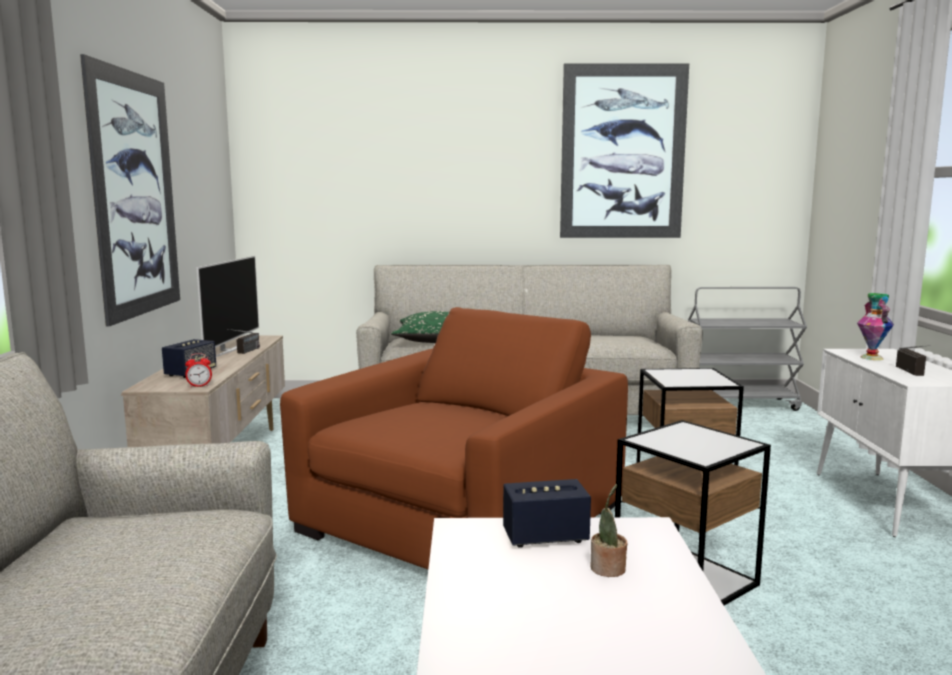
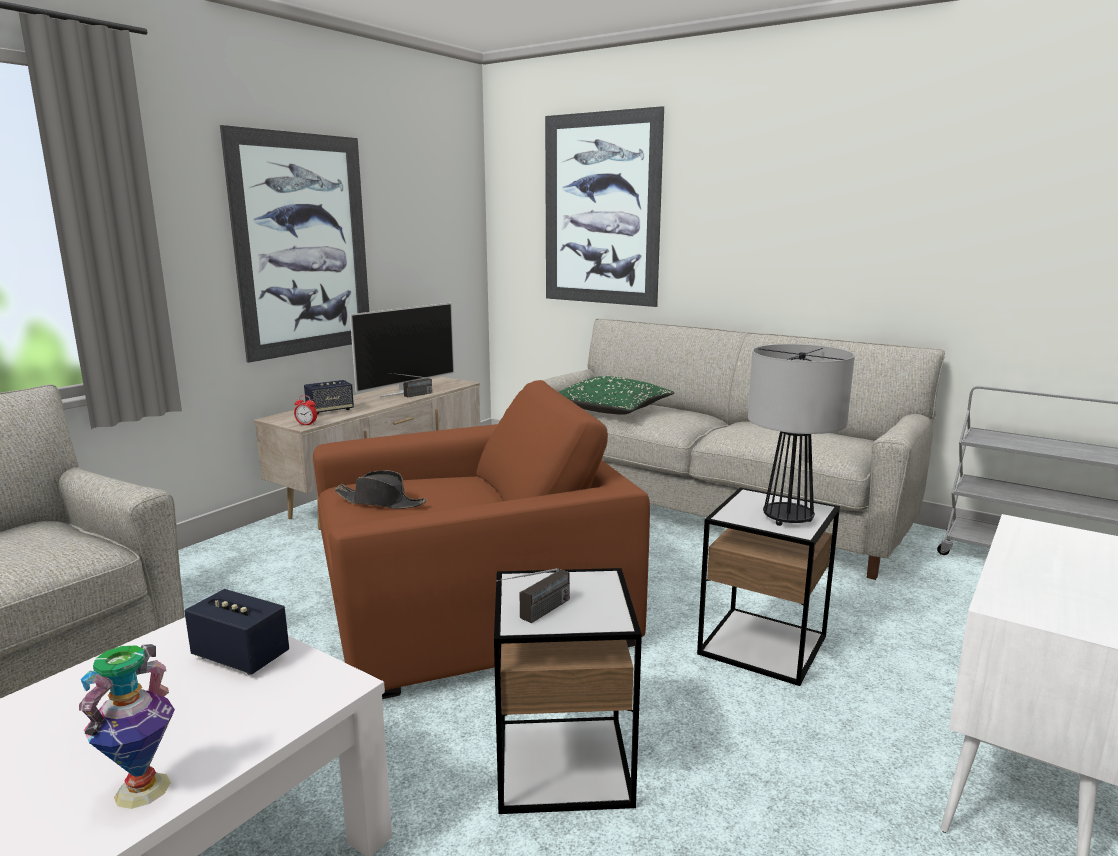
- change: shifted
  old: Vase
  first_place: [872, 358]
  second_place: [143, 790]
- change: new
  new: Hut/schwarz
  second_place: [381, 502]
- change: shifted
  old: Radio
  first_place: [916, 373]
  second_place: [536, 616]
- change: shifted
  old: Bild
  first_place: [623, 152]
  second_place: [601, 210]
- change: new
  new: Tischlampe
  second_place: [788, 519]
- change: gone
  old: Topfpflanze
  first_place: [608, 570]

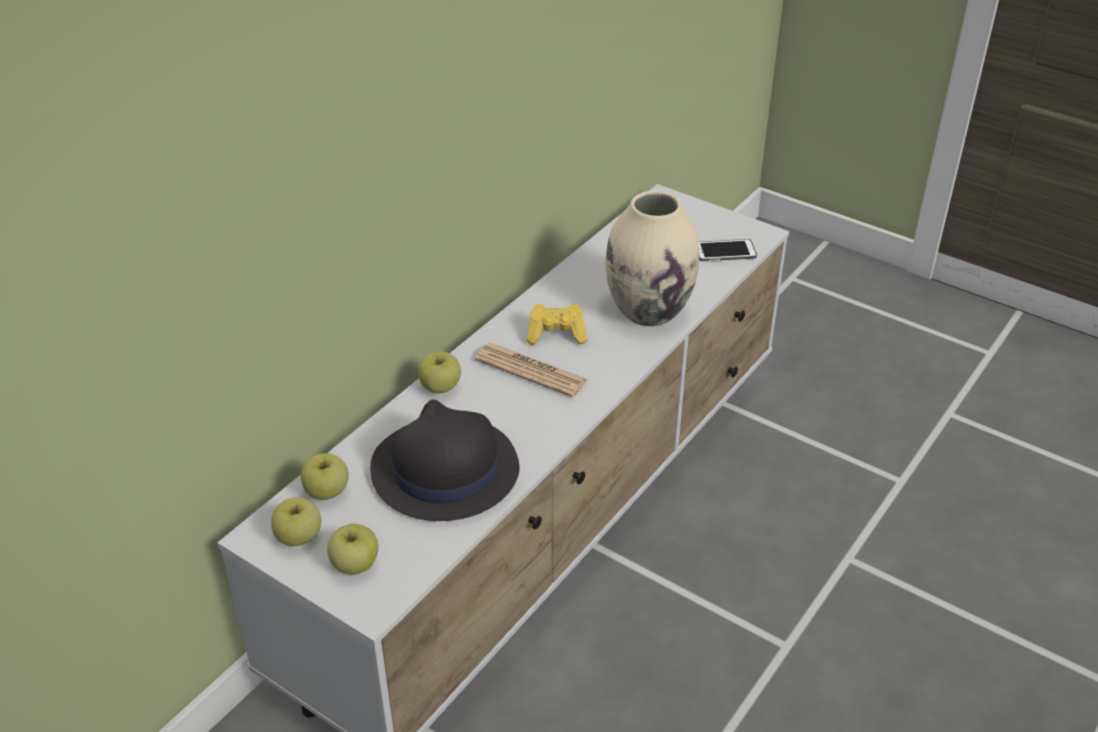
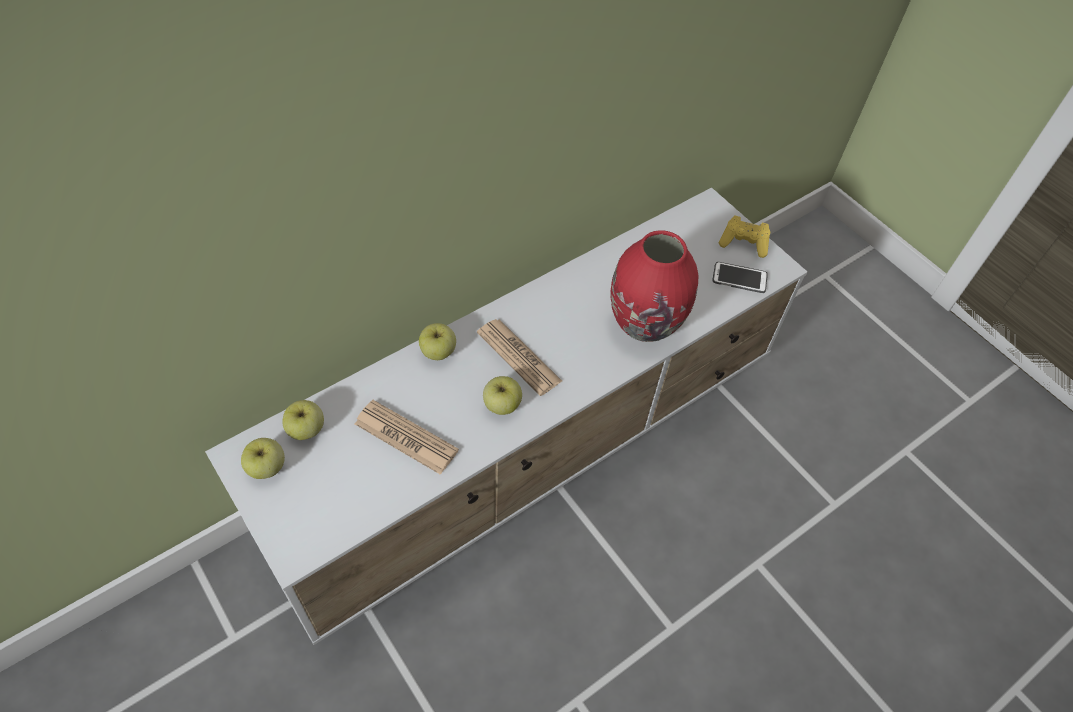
- change: swapped
  old: Hut/schwarz
  new: Zeitung
  first_place: [444, 470]
  second_place: [406, 437]
- change: shifted
  old: Apfel
  first_place: [355, 564]
  second_place: [502, 405]
- change: repainted
  old: Vase/beige
  new: Vase/rot
  first_place: [649, 310]
  second_place: [645, 323]
- change: shifted
  old: Gamepad/gelb
  first_place: [556, 334]
  second_place: [744, 243]

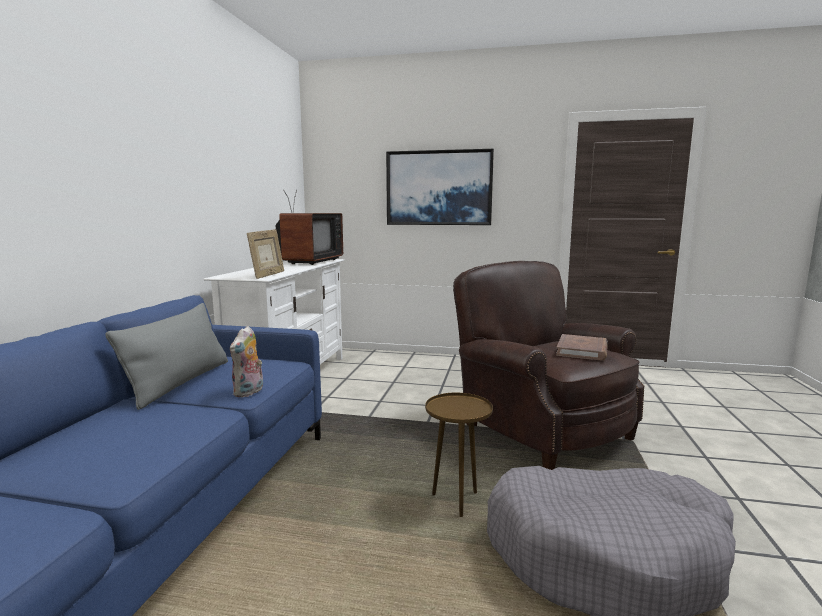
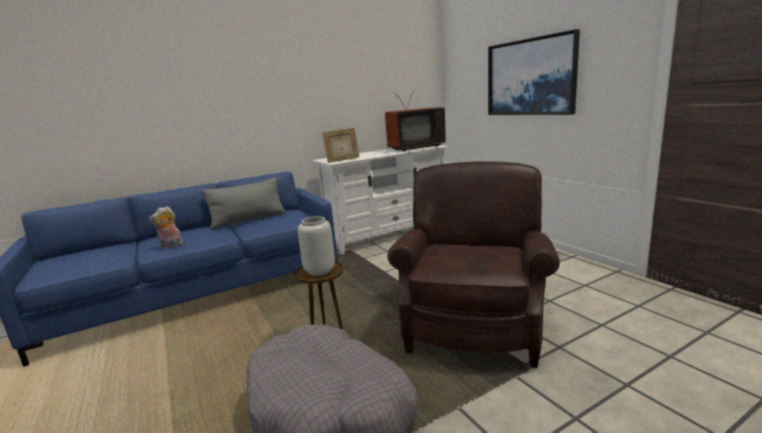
- change: shifted
  old: Plüschtier
  first_place: [249, 392]
  second_place: [171, 246]
- change: new
  new: Vase/grau
  second_place: [320, 271]
- change: gone
  old: Buch/braun
  first_place: [582, 350]

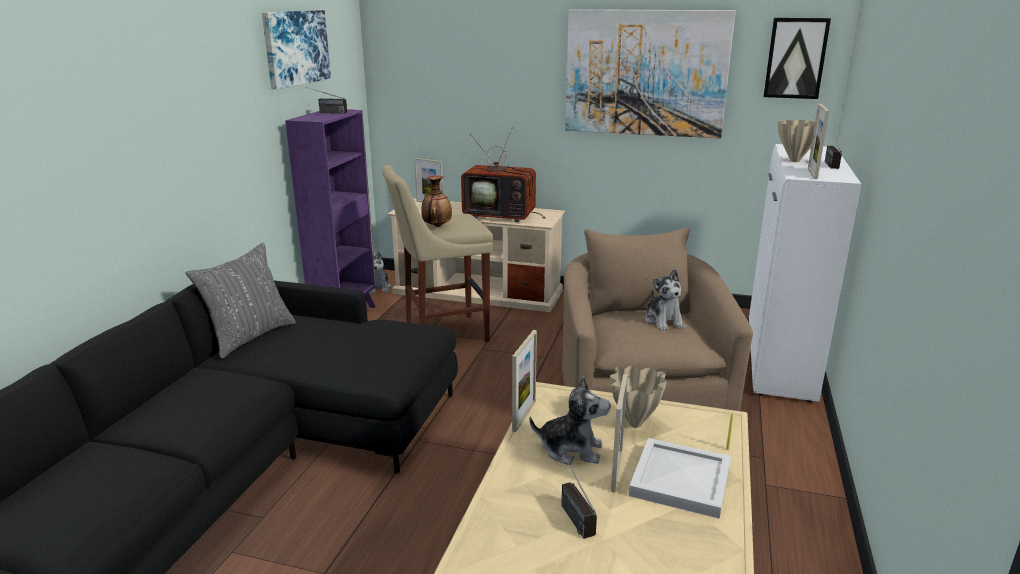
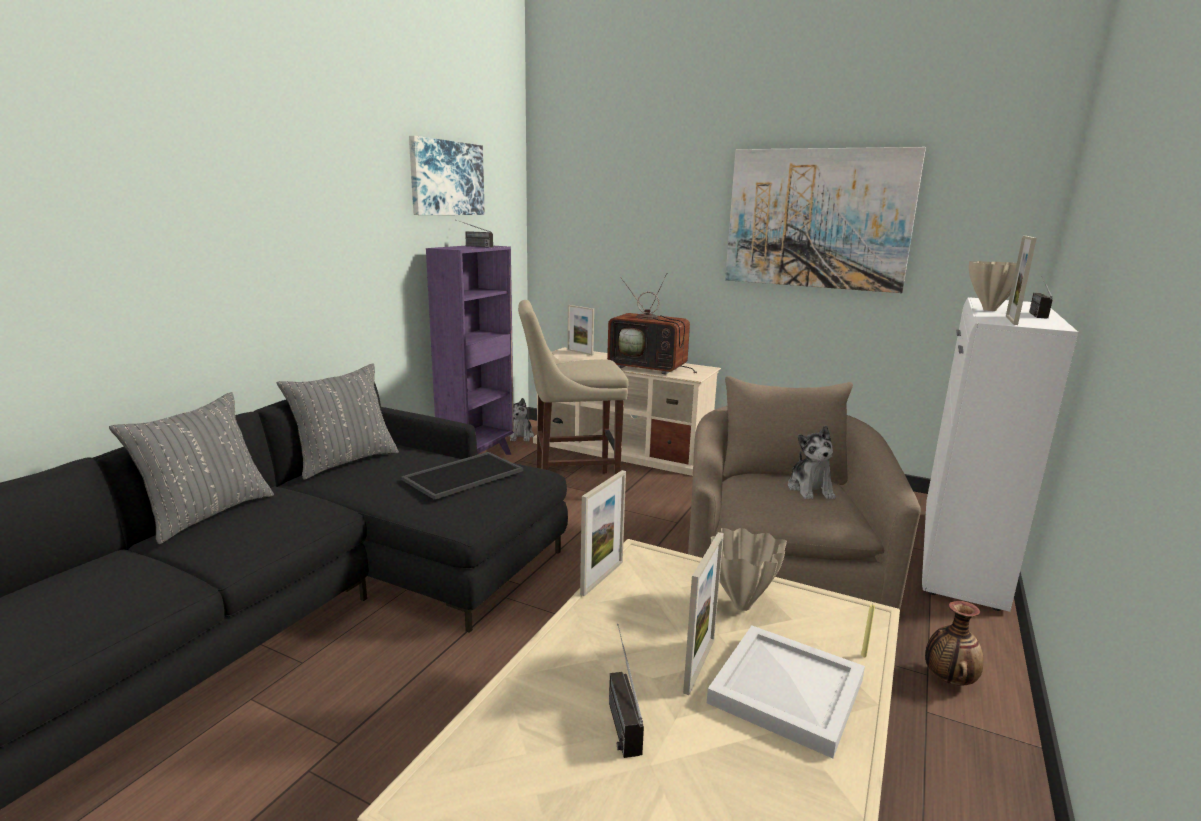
- change: new
  new: Kissen/grau
  second_place: [207, 514]
- change: new
  new: Tablett
  second_place: [463, 474]
- change: shifted
  old: Vase
  first_place: [436, 226]
  second_place: [948, 679]
- change: gone
  old: Plüschtier
  first_place: [571, 449]
- change: gone
  old: Bild
  first_place: [795, 58]

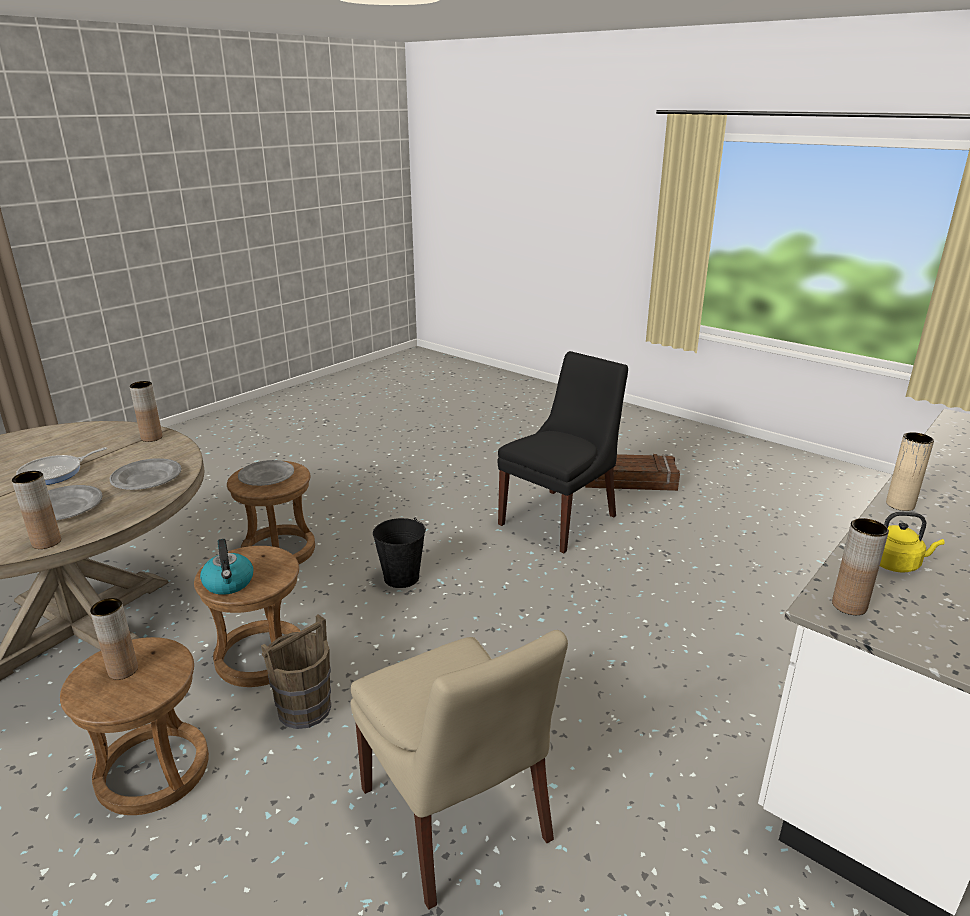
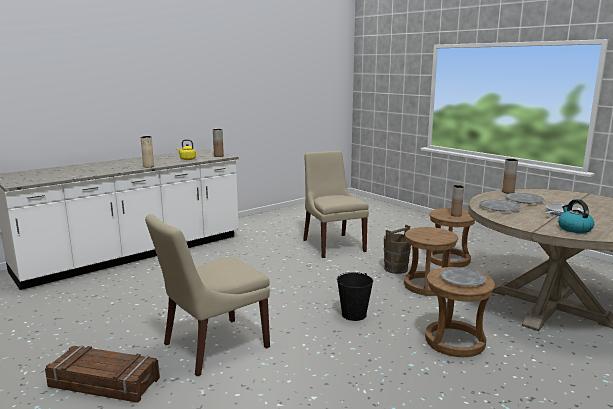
- change: repainted
  old: Stuhl/schwarz
  new: Stuhl/beige
  first_place: [560, 518]
  second_place: [212, 347]
- change: shifted
  old: Wasserkessel
  first_place: [229, 583]
  second_place: [574, 229]
- change: gone
  old: Vase/braun
  first_place: [152, 438]

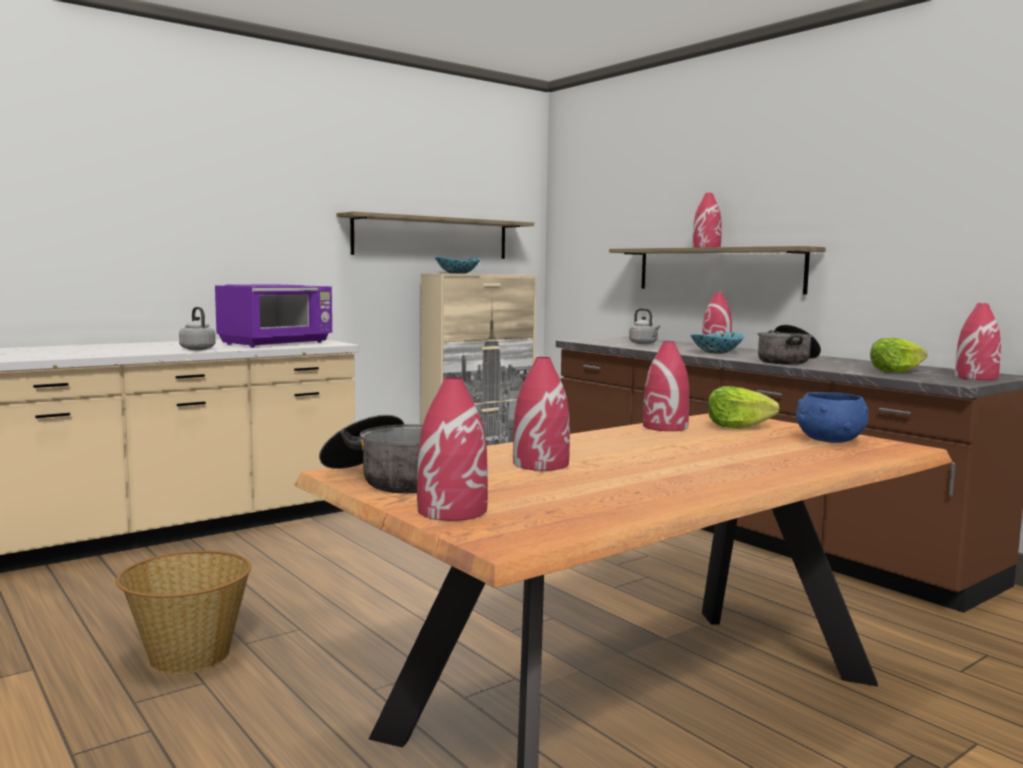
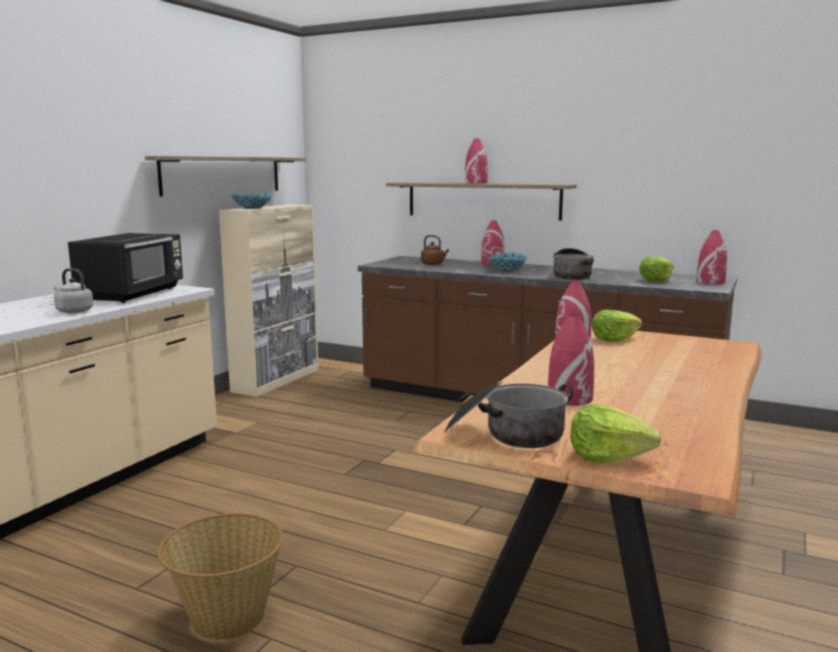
- change: repainted
  old: Mikrowelle/lila
  new: Mikrowelle/schwarz
  first_place: [277, 343]
  second_place: [133, 294]
- change: repainted
  old: Wasserkessel/grau
  new: Wasserkessel/braun
  first_place: [644, 343]
  second_place: [433, 264]
- change: swapped
  old: Vase/rot
  new: Salatkopf
  first_place: [452, 510]
  second_place: [608, 457]
- change: gone
  old: Schüssel/blau
  first_place: [829, 440]

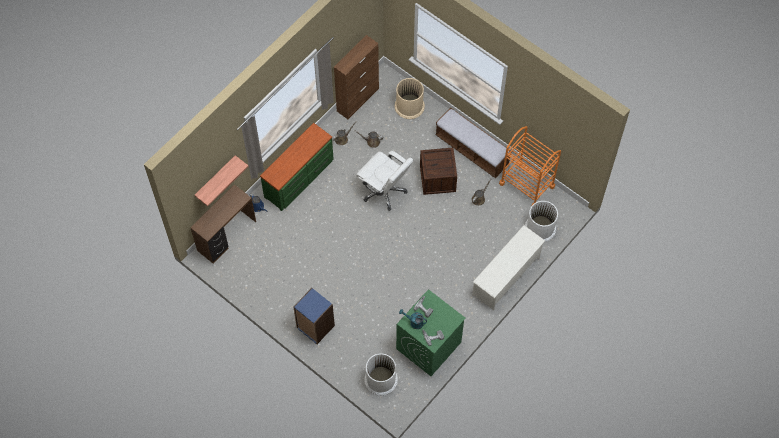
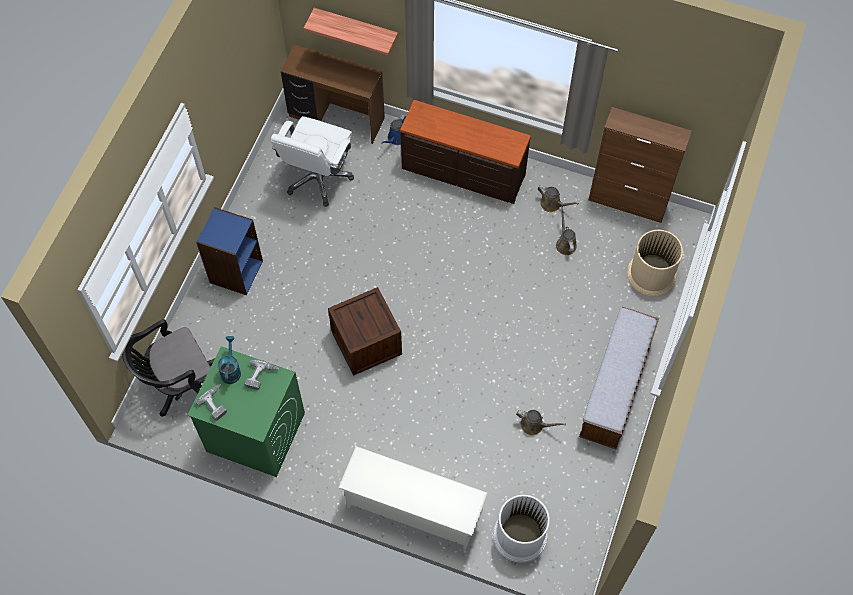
- change: swapped
  old: Mülleimer/weiß
  new: Bürostuhl/schwarz
  first_place: [381, 379]
  second_place: [180, 384]
- change: shifted
  old: Bürostuhl/weiß
  first_place: [384, 191]
  second_place: [318, 178]
- change: shifted
  old: Kiste
  first_place: [437, 178]
  second_place: [366, 342]
- change: repainted
  old: Kommode/grün
  new: Kommode/braun
  first_place: [299, 178]
  second_place: [463, 172]
- change: gone
  old: Rollwagen/orange
  first_place: [527, 185]

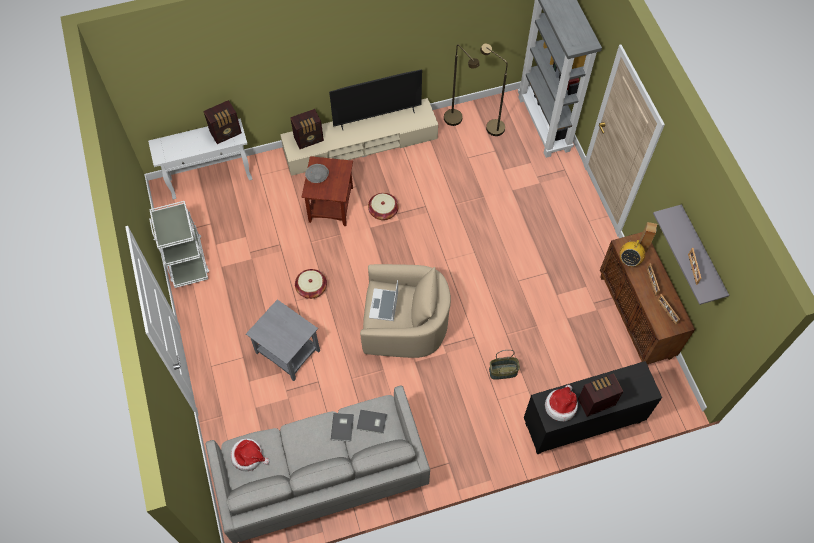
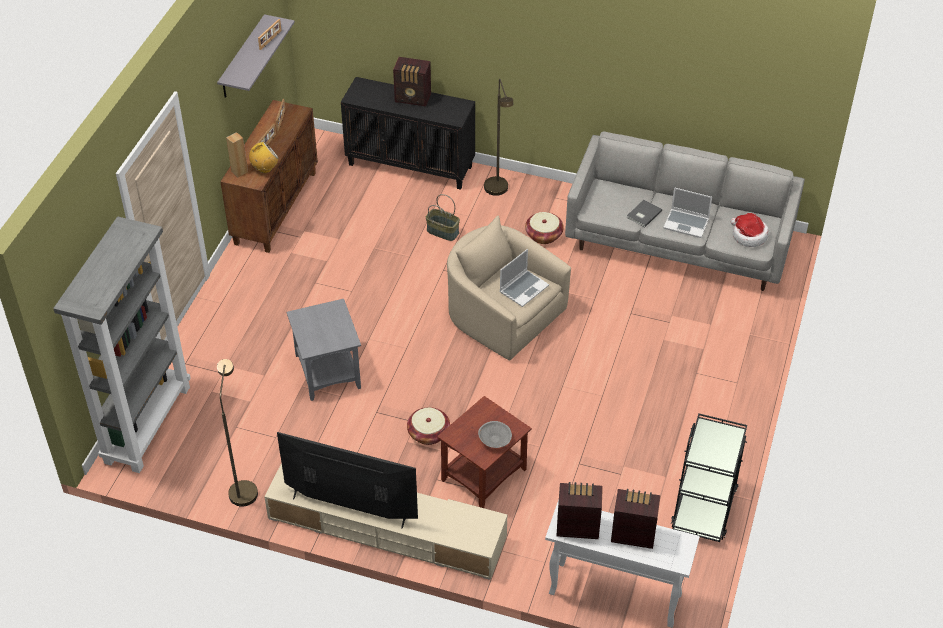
- change: shifted
  old: Beistelltisch/grau
  first_place: [287, 352]
  second_place: [329, 371]
- change: shifted
  old: Stehlampe/braun
  first_place: [490, 125]
  second_place: [498, 192]
- change: shifted
  old: Korb
  first_place: [311, 288]
  second_place: [544, 235]
- change: shifted
  old: Radio
  first_place: [309, 139]
  second_place: [632, 533]
- change: new
  new: Laptop
  second_place: [687, 224]
- change: repainted
  old: Rollwagen/weiß
  new: Rollwagen/schwarz
  first_place: [187, 260]
  second_place: [704, 507]
- change: gone
  old: Buch/grau
  first_place: [372, 423]
- change: gone
  old: Hut
  first_place: [560, 405]

